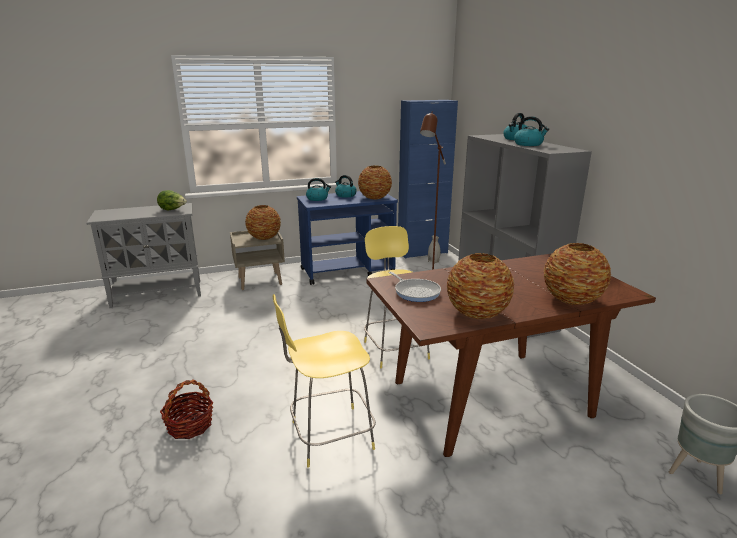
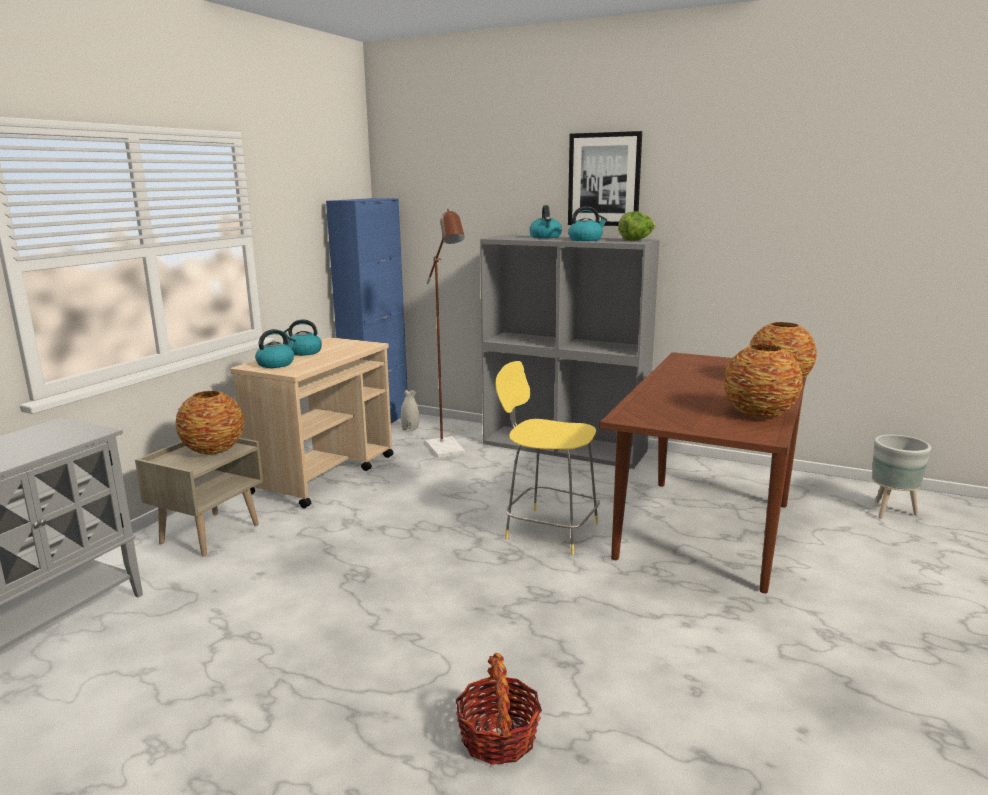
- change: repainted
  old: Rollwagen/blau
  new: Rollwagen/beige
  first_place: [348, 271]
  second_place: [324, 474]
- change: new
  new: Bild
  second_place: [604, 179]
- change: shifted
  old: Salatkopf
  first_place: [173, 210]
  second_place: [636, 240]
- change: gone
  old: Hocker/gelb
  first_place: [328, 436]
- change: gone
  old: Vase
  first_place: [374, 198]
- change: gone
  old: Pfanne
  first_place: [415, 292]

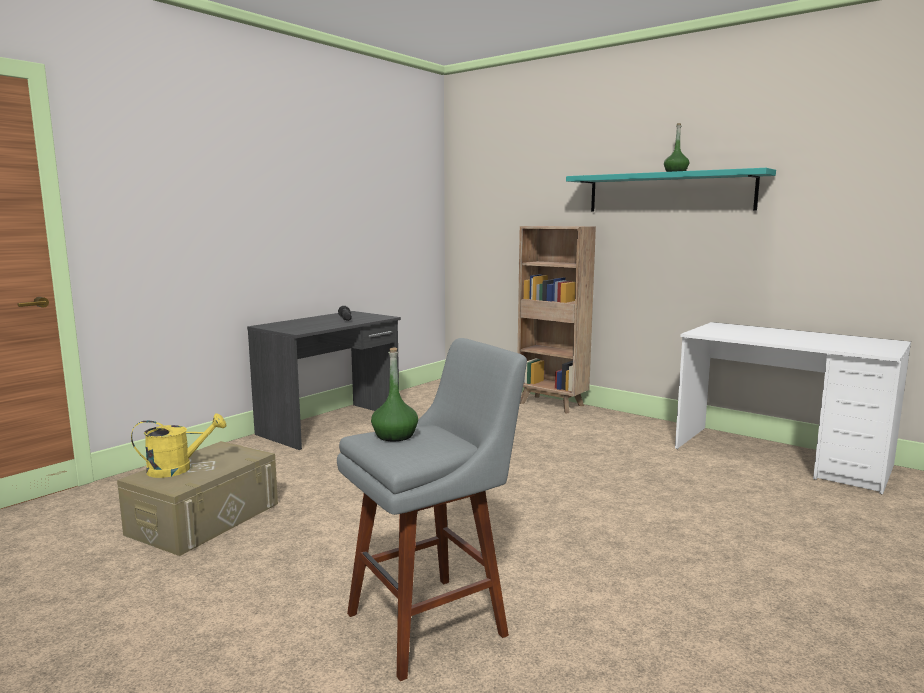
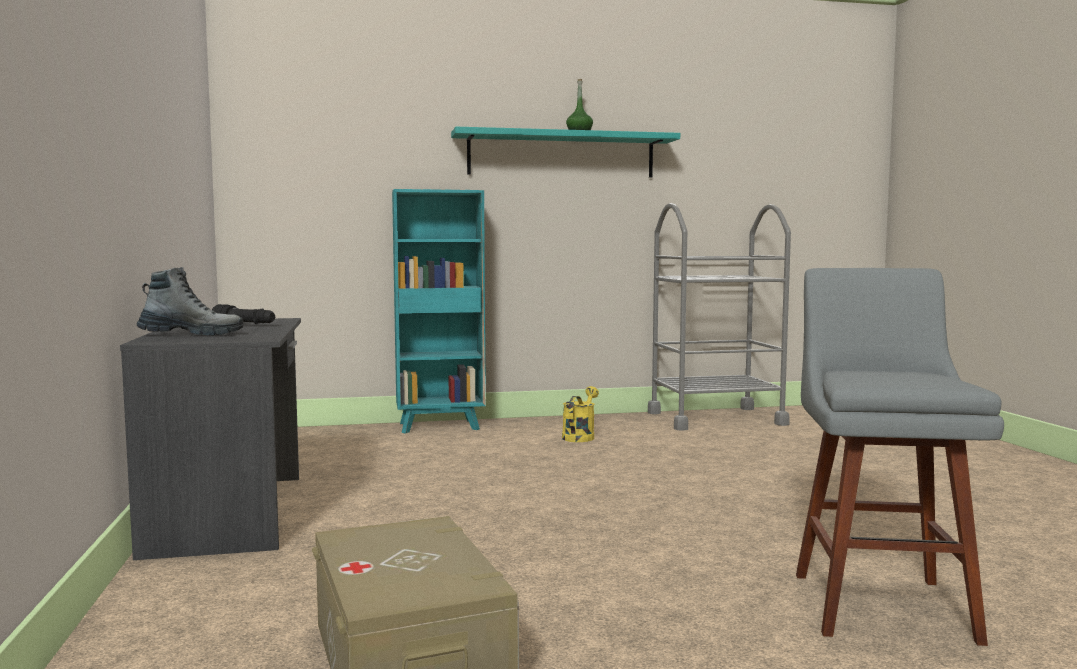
- change: new
  new: Stiefel
  second_place: [191, 334]
- change: repainted
  old: Bücherregal/braun
  new: Bücherregal/türkis
  first_place: [552, 405]
  second_place: [441, 426]
- change: shifted
  old: Gießkanne/gelb
  first_place: [178, 469]
  second_place: [580, 436]
- change: swapped
  old: Schreibtisch/weiß
  new: Rollwagen/grau
  first_place: [780, 457]
  second_place: [715, 418]
- change: gone
  old: Flasche/grün
  first_place: [395, 436]

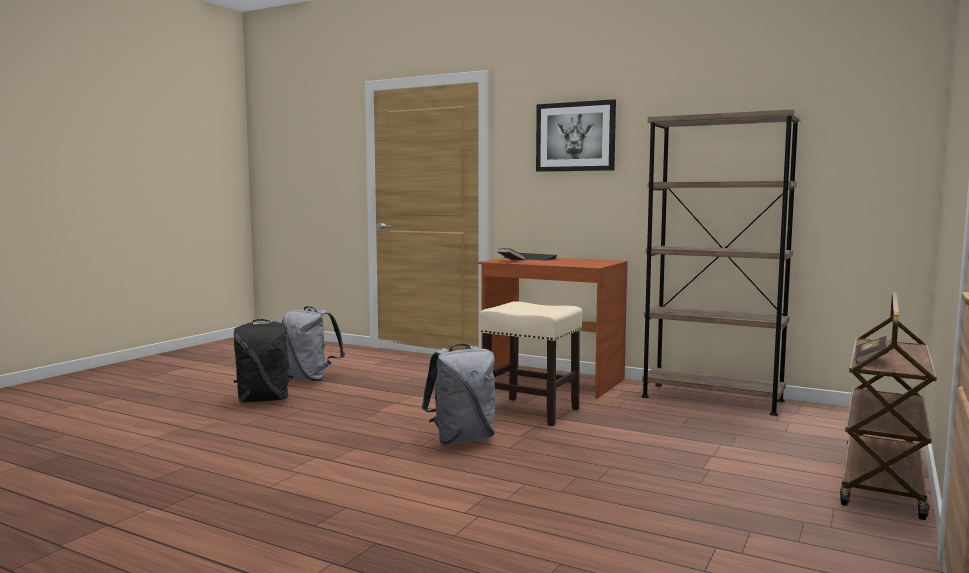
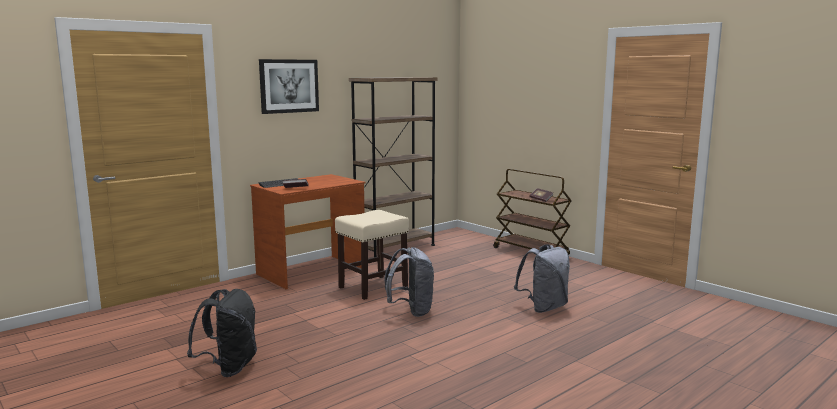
- change: shifted
  old: Rucksack/grau
  first_place: [311, 379]
  second_place: [544, 308]

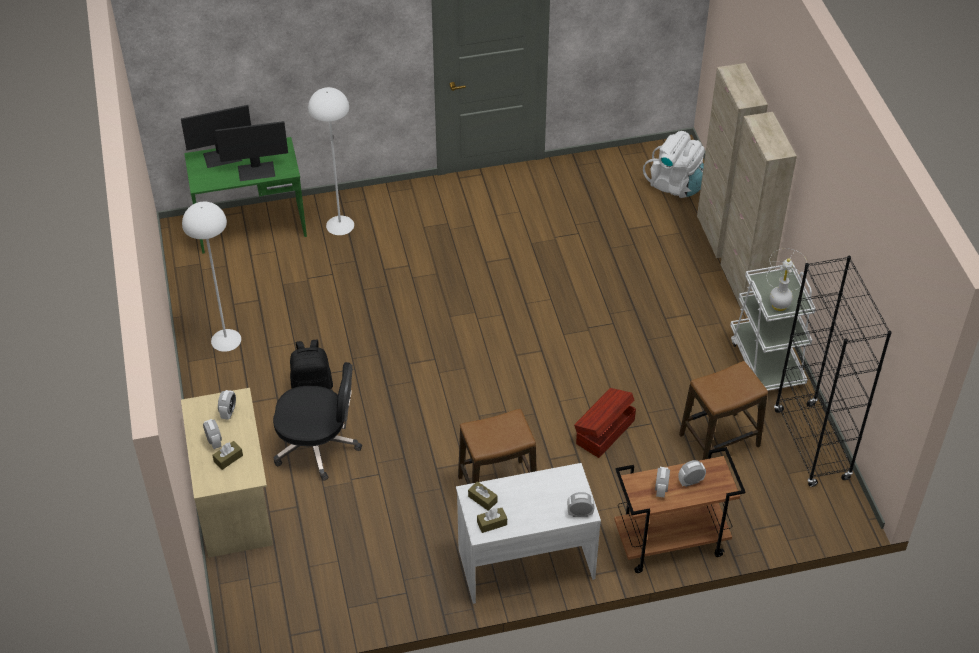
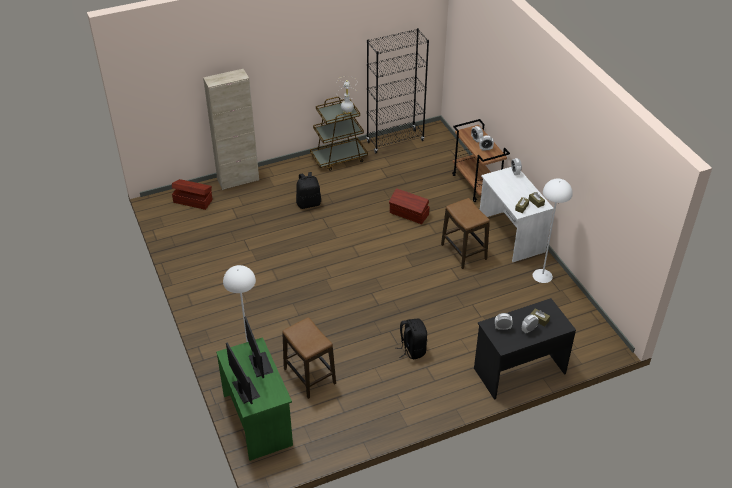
- change: swapped
  old: Rucksack/weiß
  new: Aufbewahrungsbox/braun
  first_place: [675, 184]
  second_place: [193, 200]
- change: shifted
  old: Hocker
  first_place: [719, 441]
  second_place: [310, 376]
- change: new
  new: Rucksack/schwarz
  second_place: [309, 203]
- change: repainted
  old: Rollwagen/weiß
  new: Rollwagen/braun
  first_place: [766, 361]
  second_place: [339, 158]
- change: repainted
  old: Schreibtisch/beige
  new: Schreibtisch/schwarz
  first_place: [234, 501]
  second_place: [518, 370]
- change: shifted
  old: Stehlampe/weiß
  first_place: [226, 340]
  second_place: [542, 275]
- change: gone
  old: Bürostuhl/schwarz
  first_place: [318, 446]
- change: gone
  old: Schrank/beige
  first_place: [743, 284]

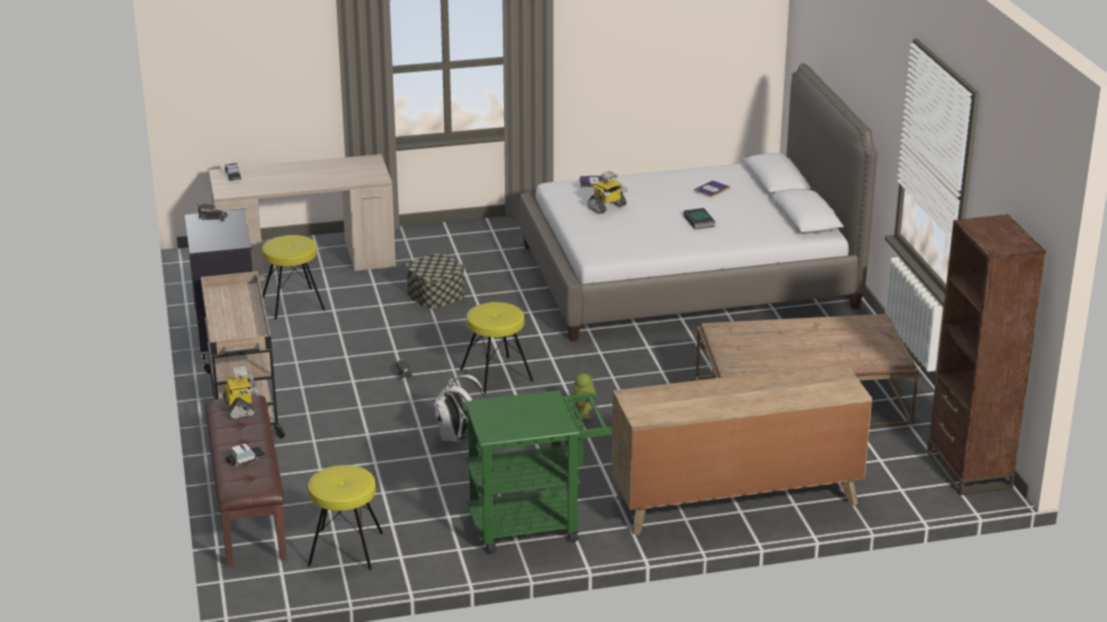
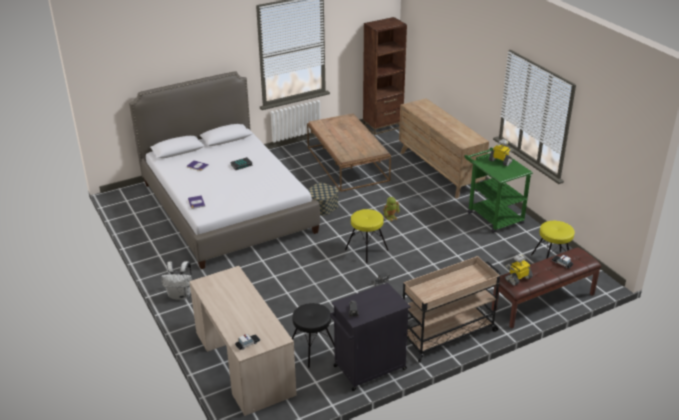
- change: shifted
  old: Rucksack/weiß
  first_place: [456, 437]
  second_place: [180, 295]
- change: repainted
  old: Hocker/gelb
  new: Hocker/schwarz
  first_place: [293, 304]
  second_place: [313, 350]
- change: shifted
  old: Aufbewahrungsbox
  first_place: [435, 295]
  second_place: [322, 206]
- change: shifted
  old: Spielzeugroboter
  first_place: [607, 207]
  second_place: [500, 161]

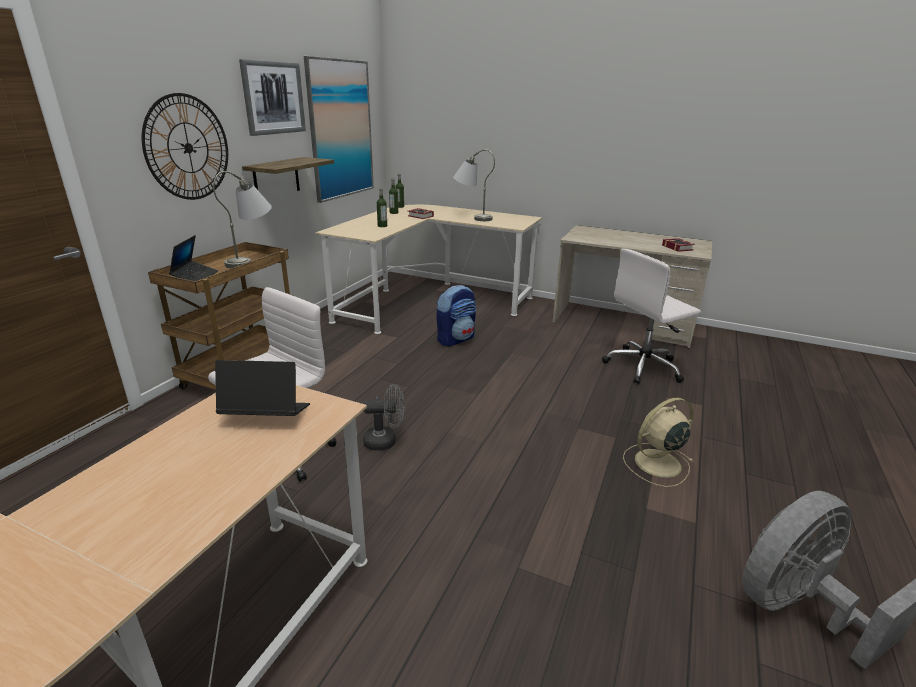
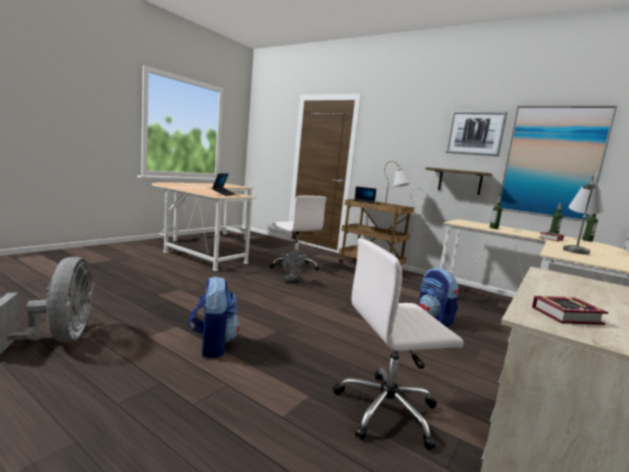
- change: swapped
  old: Ventilator/beige
  new: Rucksack
  first_place: [656, 463]
  second_place: [212, 345]
- change: rotated
  old: Bürostuhl/weiß
  first_place: [643, 367]
  second_place: [388, 410]
  degrees: -90
- change: gone
  old: Wanduhr
  first_place: [188, 148]

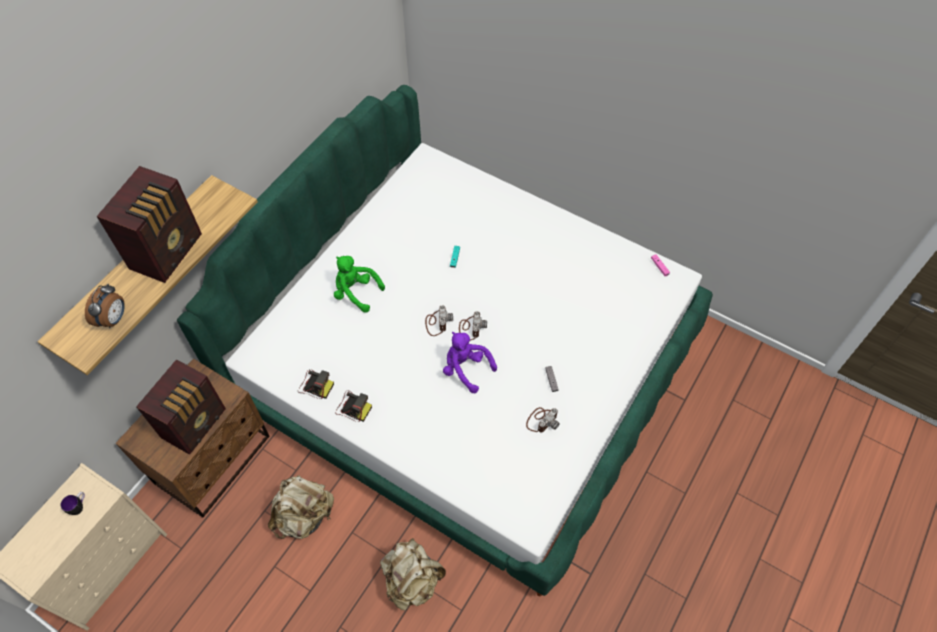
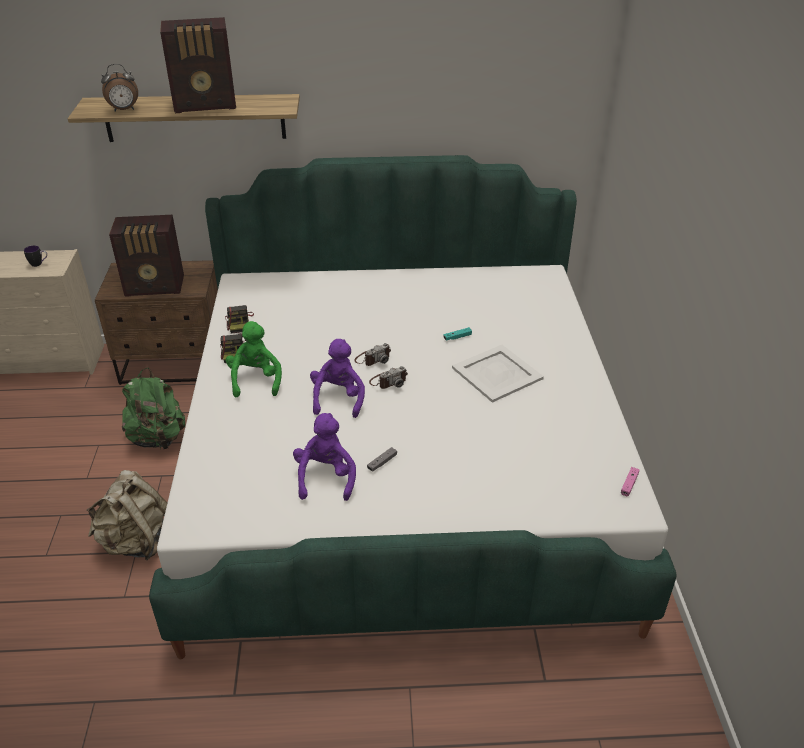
- change: repainted
  old: Rucksack/beige
  new: Rucksack/grün
  first_place: [304, 516]
  second_place: [158, 438]
- change: shifted
  old: Plüschtier/grün
  first_place: [356, 292]
  second_place: [256, 380]
- change: swapped
  old: Kamera
  new: Plüschtier/lila
  first_place: [542, 420]
  second_place: [326, 477]
- change: new
  new: Tablett/weiß
  second_place: [497, 373]

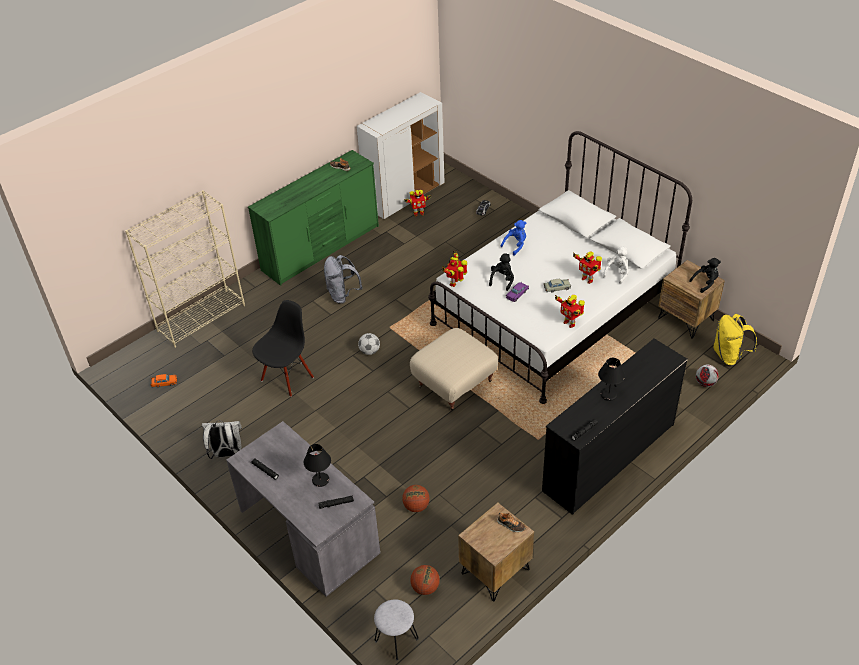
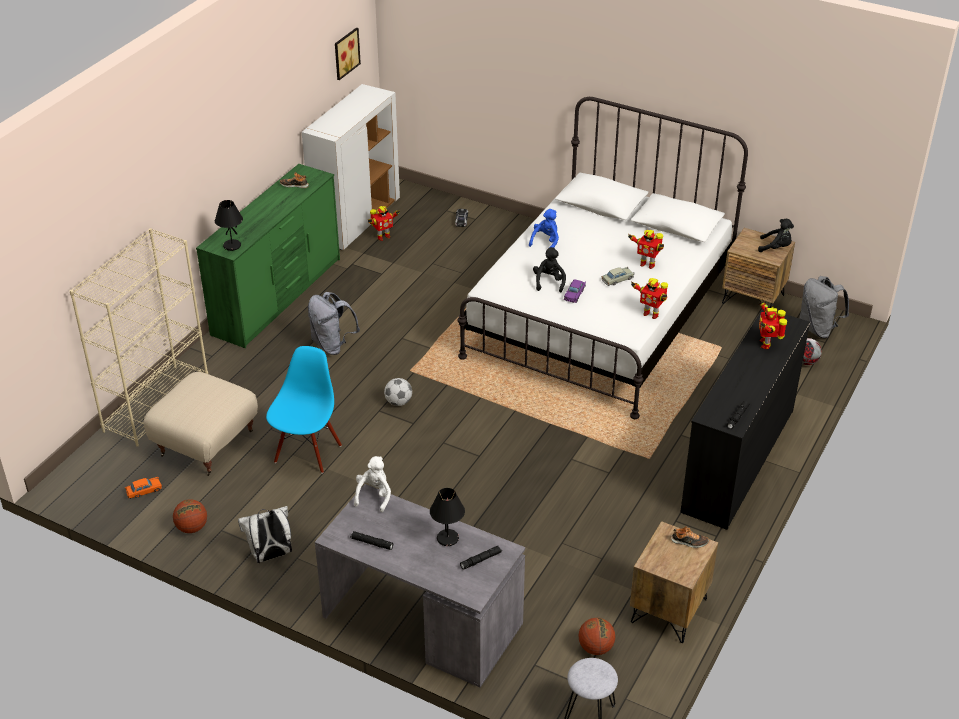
- change: shifted
  old: Polsterhocker/beige
  first_place: [455, 384]
  second_place: [207, 443]
- change: shifted
  old: Basketball
  first_place: [416, 506]
  second_place: [192, 528]
- change: shifted
  old: Tischlampe/schwarz
  first_place: [608, 395]
  second_place: [232, 246]
- change: repainted
  old: Stuhl/schwarz
  new: Stuhl/blau
  first_place: [287, 378]
  second_place: [307, 453]
- change: new
  new: Bild
  second_place: [345, 53]
- change: shifted
  old: Plüschtier/weiß
  first_place: [617, 273]
  second_place: [374, 495]
- change: rotated
  old: Plüschtier/schwarz
  first_place: [705, 282]
  second_place: [776, 247]
  degrees: 60
- change: shifted
  old: Spielzeugroboter
  first_place: [455, 282]
  second_place: [766, 343]
- change: repainted
  old: Rucksack/gelb
  new: Rucksack/grau
  first_place: [729, 356]
  second_place: [818, 329]

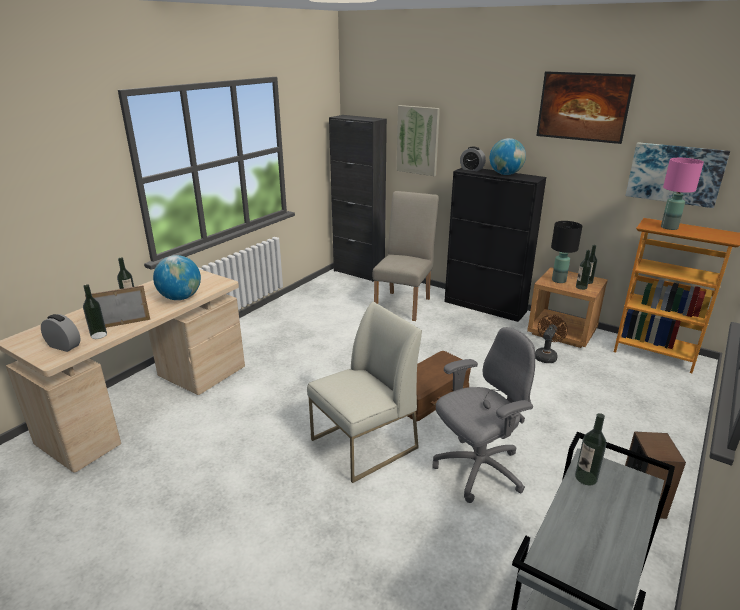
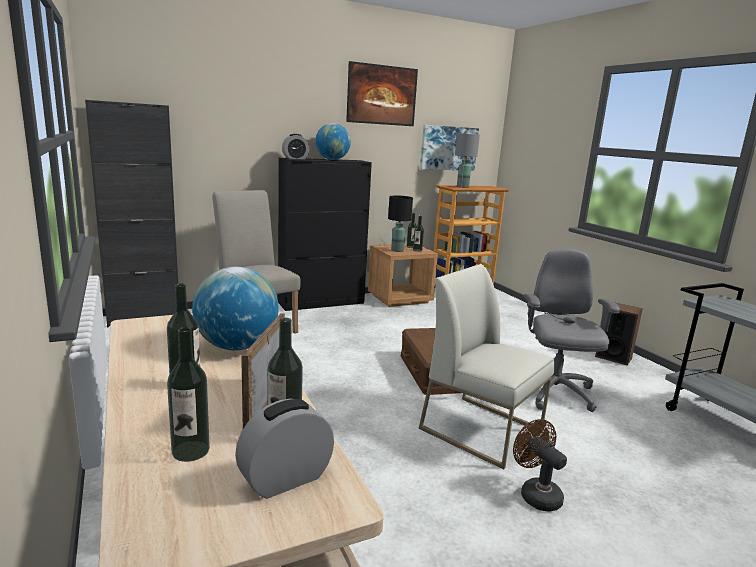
- change: shifted
  old: Flasche
  first_place: [586, 477]
  second_place: [190, 451]
- change: rotated
  old: Stuhl/weiß
  first_place: [364, 444]
  second_place: [482, 430]
  degrees: -45
- change: repainted
  old: Tischlampe/rosa
  new: Tischlampe/grau
  first_place: [669, 227]
  second_place: [463, 187]
- change: shifted
  old: Ventilator/braun
  first_place: [546, 356]
  second_place: [535, 494]
- change: gone
  old: Bild
  first_place: [418, 140]

